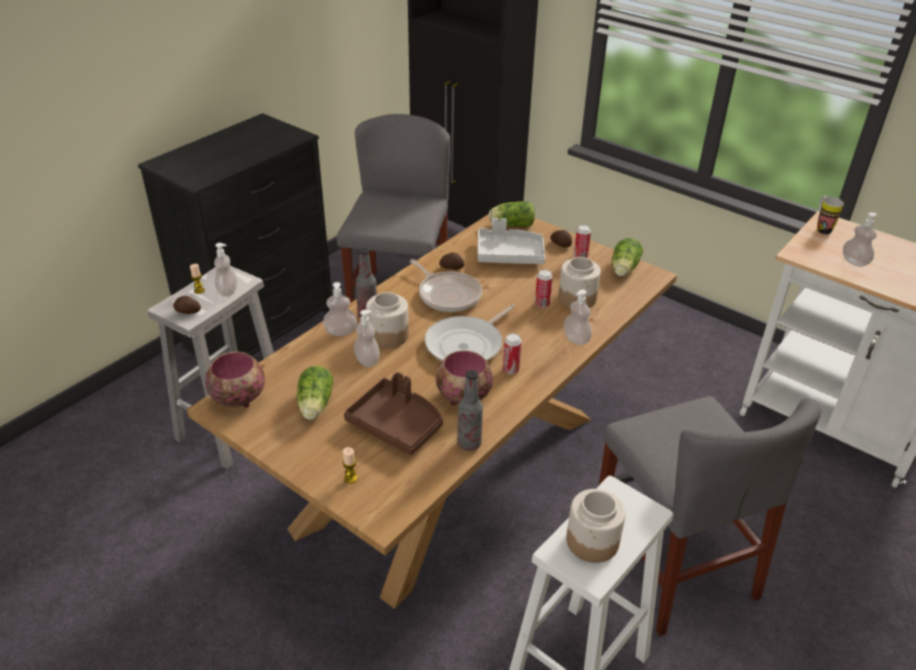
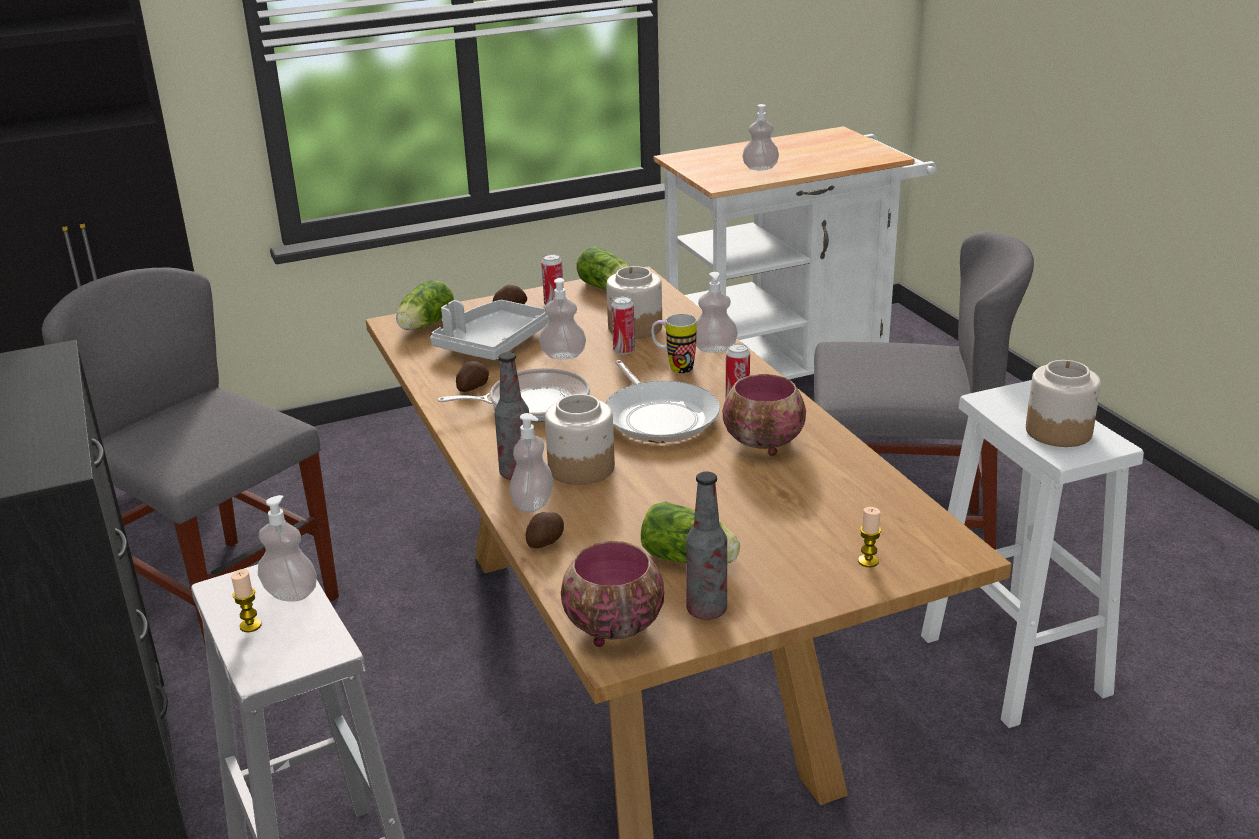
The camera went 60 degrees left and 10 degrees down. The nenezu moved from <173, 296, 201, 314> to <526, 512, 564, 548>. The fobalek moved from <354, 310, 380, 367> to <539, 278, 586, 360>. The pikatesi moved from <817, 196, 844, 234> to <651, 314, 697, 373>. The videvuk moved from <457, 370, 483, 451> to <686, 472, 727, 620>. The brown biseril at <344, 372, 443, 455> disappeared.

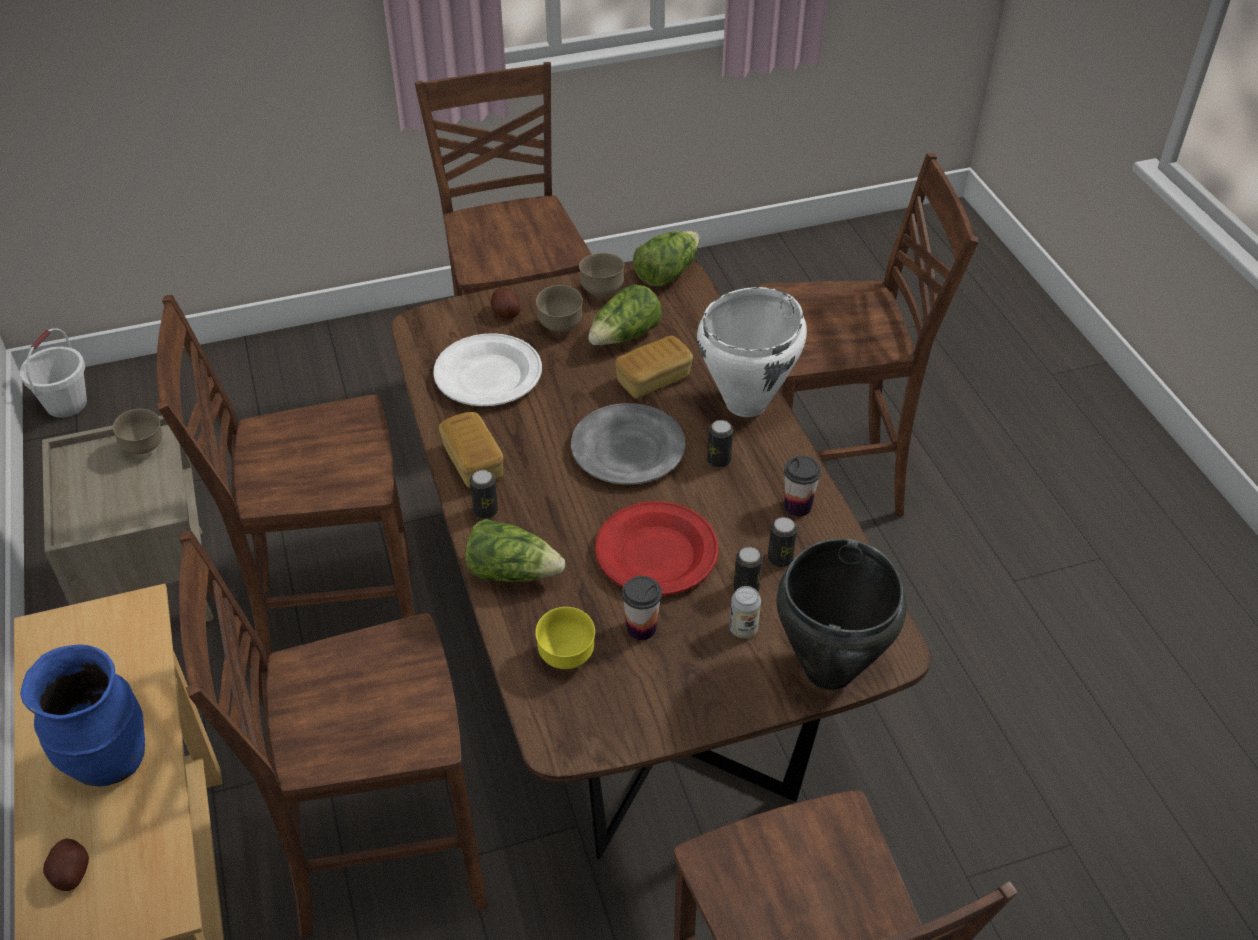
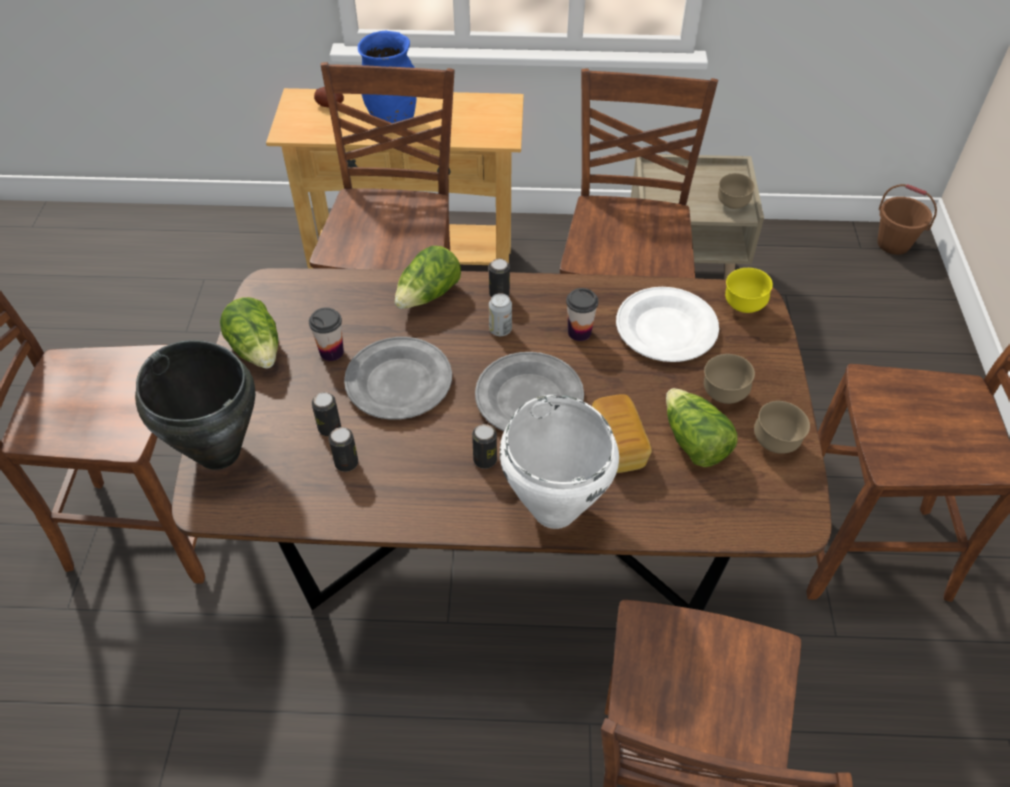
The camera went 110 degrees right and 5 degrees up. The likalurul moved from <633, 231, 699, 287> to <220, 297, 278, 369>. The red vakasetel at <595, 501, 719, 595> became the grey vakasetel at <344, 337, 452, 420>. The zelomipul moved from <729, 586, 761, 638> to <489, 293, 512, 336>. The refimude moved from <784, 455, 821, 517> to <566, 288, 598, 341>. The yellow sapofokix moved from <535, 607, 595, 669> to <725, 268, 773, 313>. The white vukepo at <20, 328, 87, 418> became the brown vukepo at <877, 184, 937, 255>. The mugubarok at <439, 412, 503, 488> disappeared. The nenezu at <491, 287, 521, 318> disappeared.

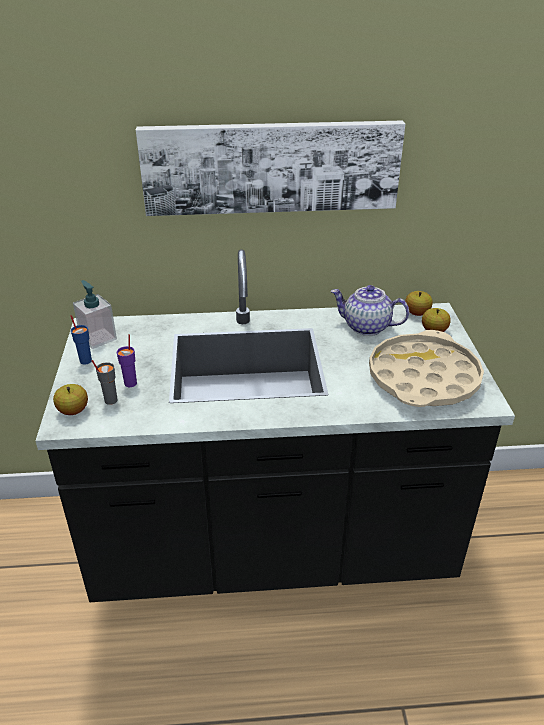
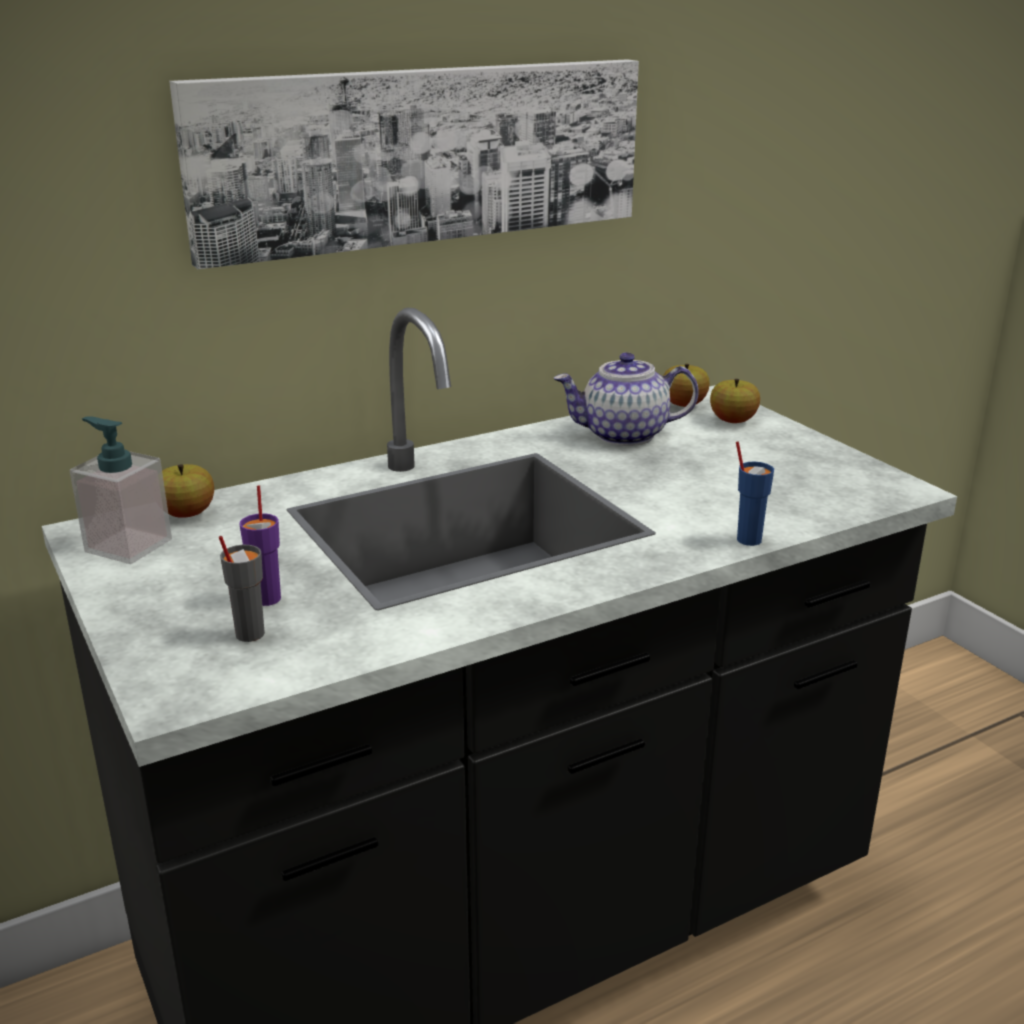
The camera went 25 degrees left and 10 degrees down. The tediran moved from <53, 384, 88, 415> to <162, 464, 214, 518>. The blue refimude moved from <70, 315, 92, 365> to <736, 441, 774, 546>. The beige biseril at <369, 330, 484, 407> disappeared.

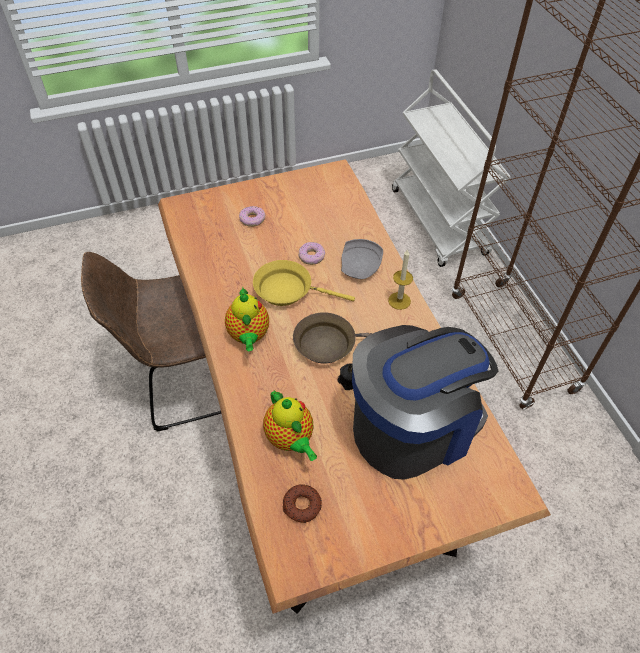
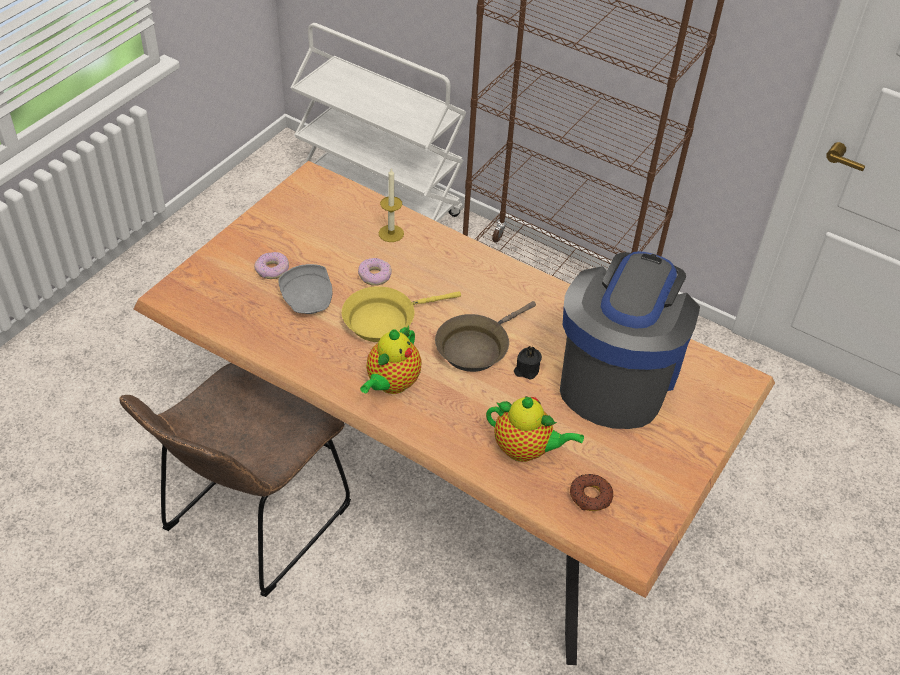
The camera went 40 degrees left and 5 degrees down. The grey vakasetel moved from <341, 239, 383, 279> to <278, 264, 333, 314>. The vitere at <225, 287, 269, 351> turned 75 degrees clockwise. The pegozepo moved from <388, 249, 413, 310> to <379, 168, 404, 242>.

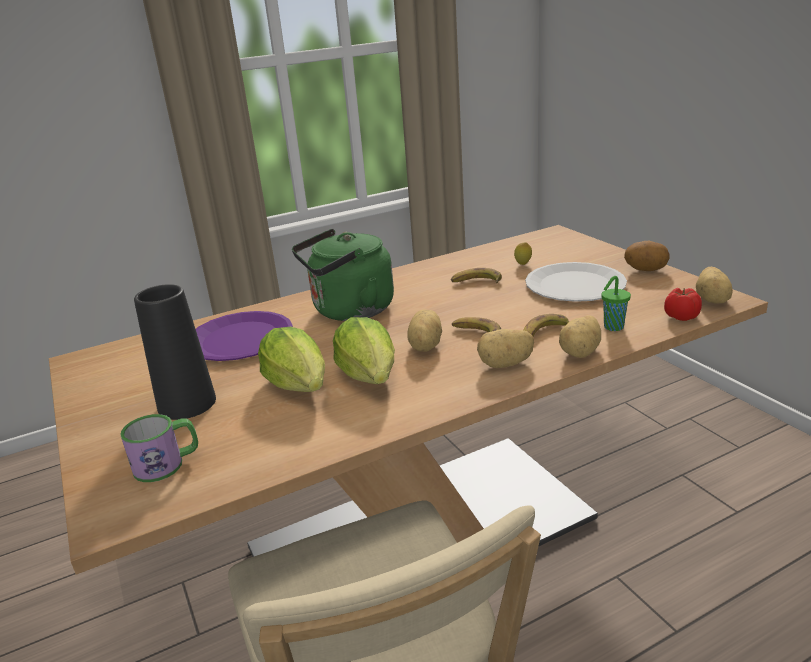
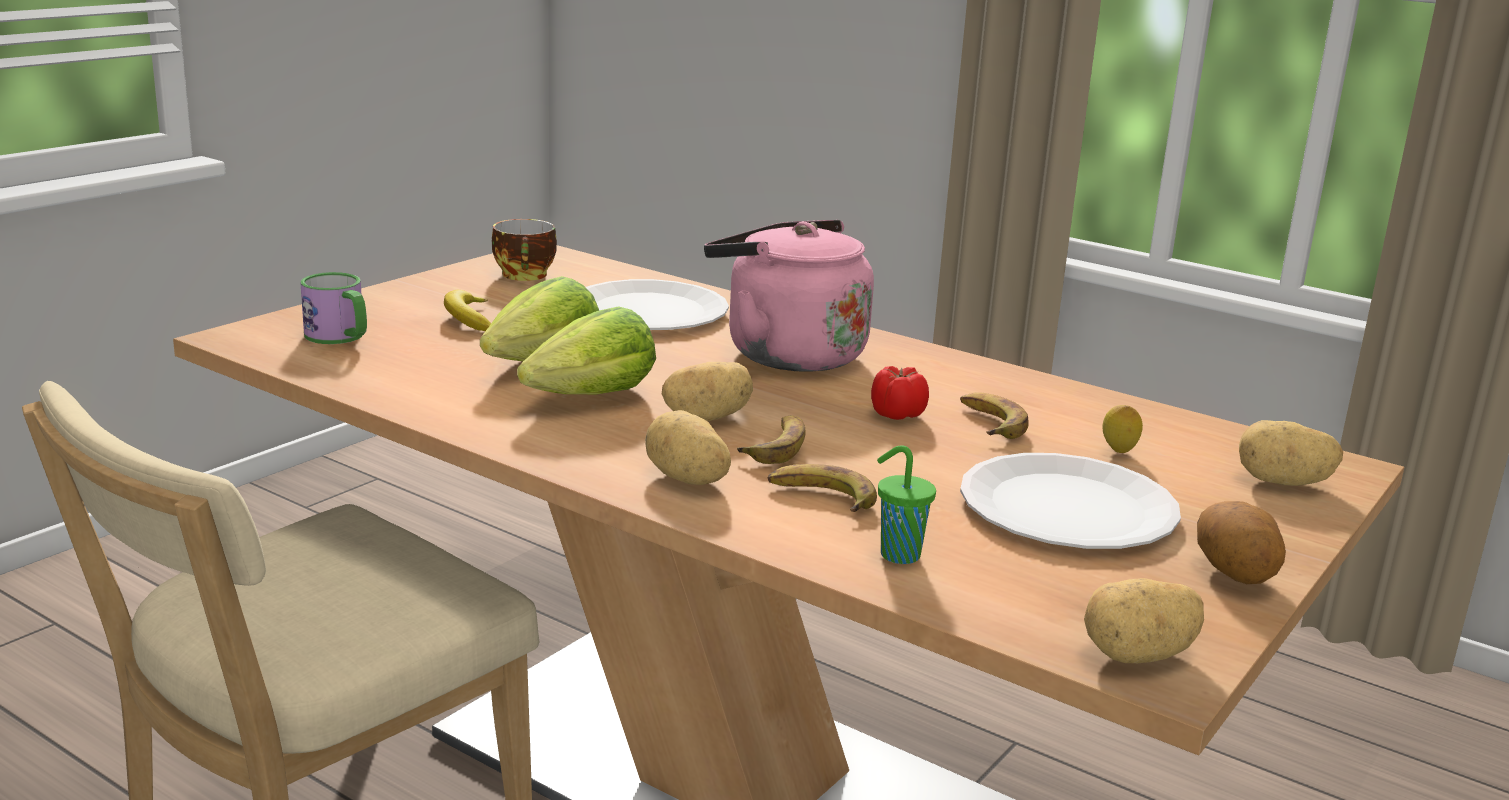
The camera went 60 degrees right and 5 degrees down. The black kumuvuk at <134, 284, 216, 420> was replaced by the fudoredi at <444, 290, 491, 331>. The refimude at <492, 219, 557, 281> appeared. The purple vakasetel at <196, 311, 293, 361> became the white vakasetel at <586, 279, 729, 330>. The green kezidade at <292, 229, 394, 321> became the pink kezidade at <704, 220, 874, 372>. The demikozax moved from <664, 288, 702, 321> to <871, 366, 929, 420>. The nenezu moved from <559, 315, 601, 358> to <1239, 420, 1343, 486>.

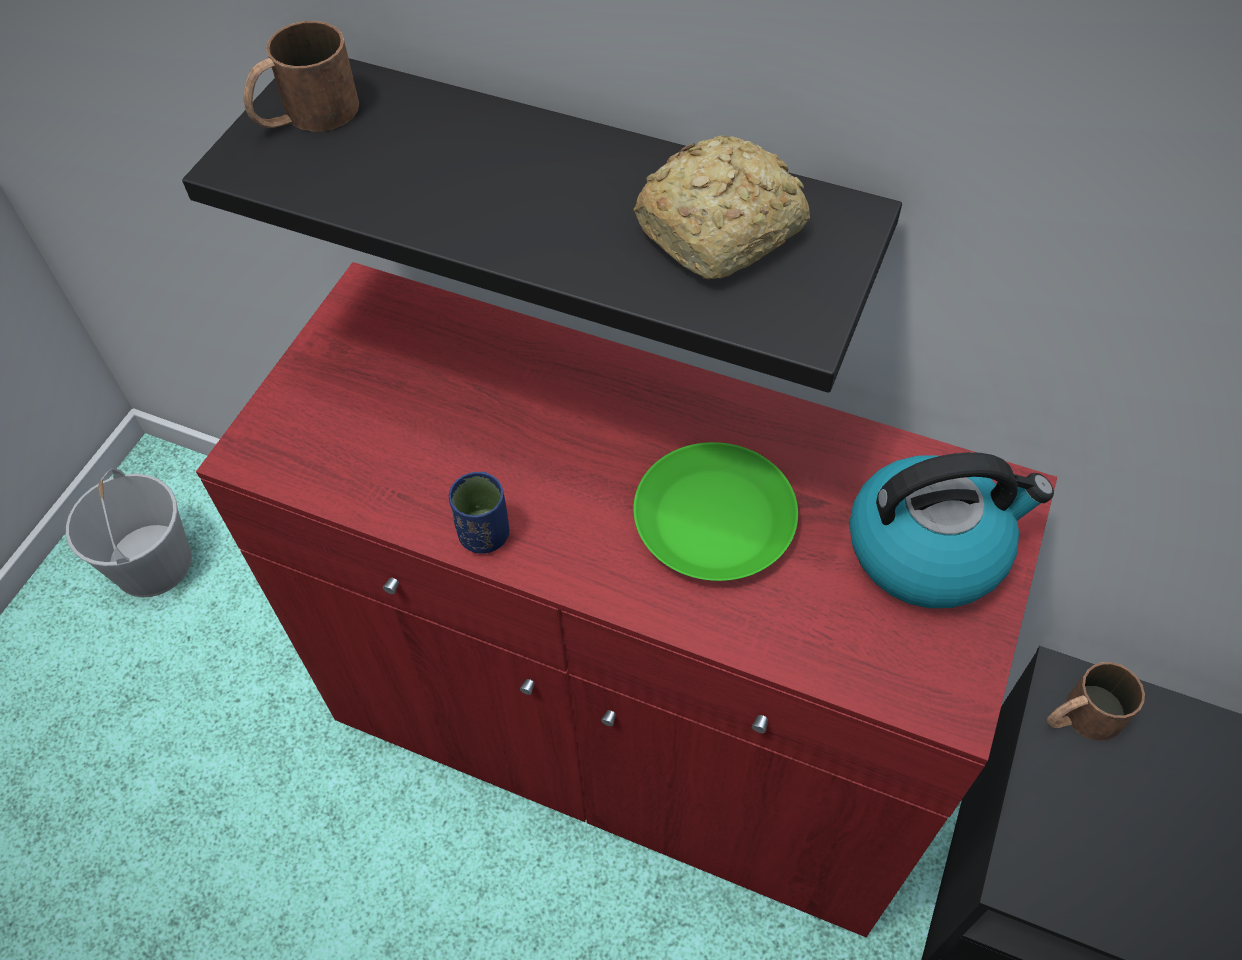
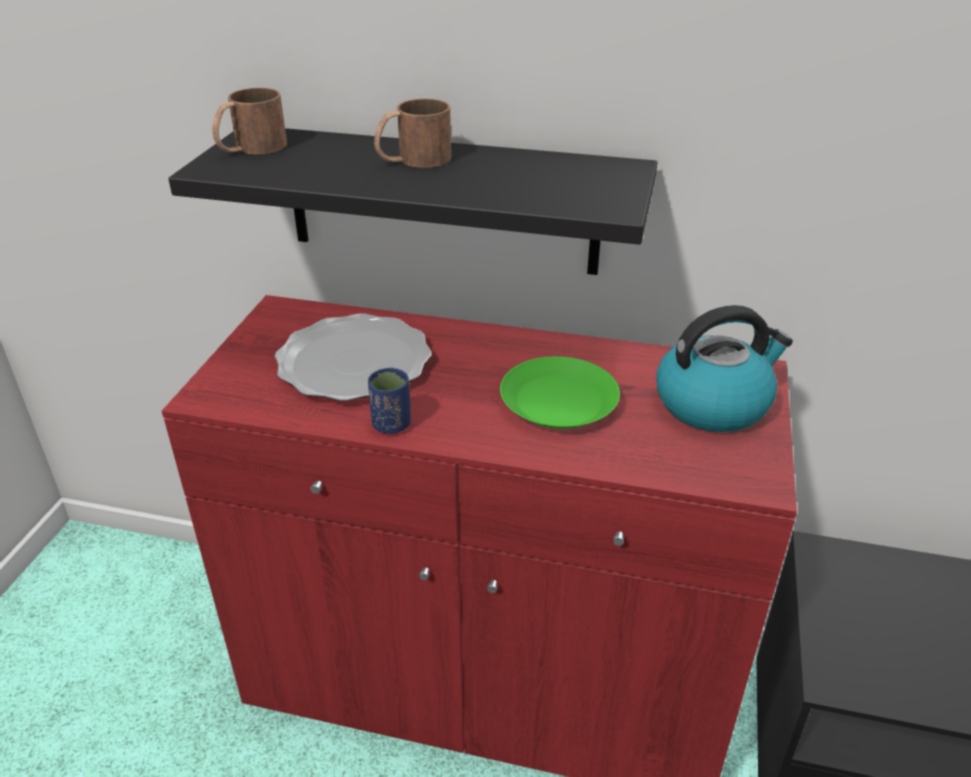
The camera went 10 degrees left and 20 degrees down. The vakasetel at <275, 314, 432, 401> appeared. The brown pikatesi moved from <1047, 662, 1145, 741> to <374, 99, 451, 168>. The white vukepo at <66, 468, 192, 597> disappeared. The mugubarok at <634, 136, 810, 279> disappeared.

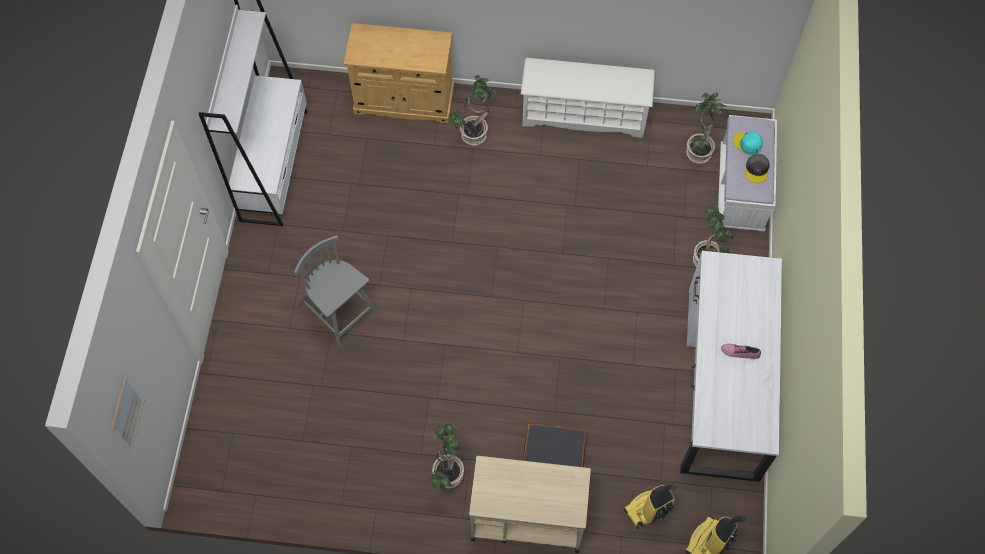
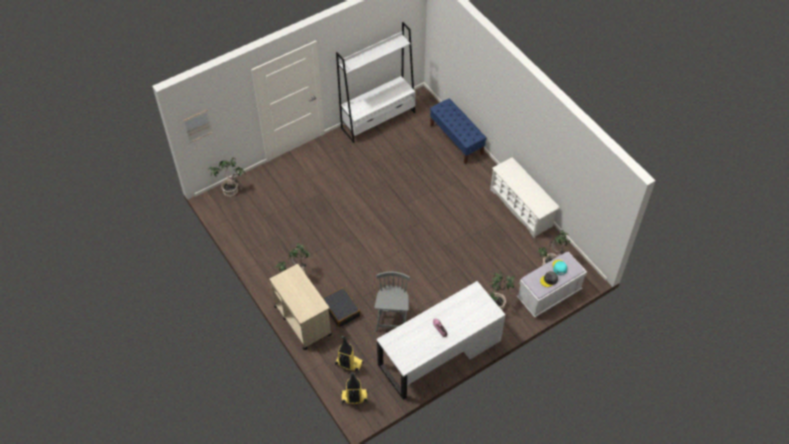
The camera went 50 degrees right and 10 degrees down. The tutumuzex moved from <449, 75, 497, 146> to <208, 158, 246, 197>. The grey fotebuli moved from <294, 236, 377, 346> to <374, 272, 410, 332>. The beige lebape at <343, 23, 454, 123> was replaced by the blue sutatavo at <430, 98, 487, 164>.

